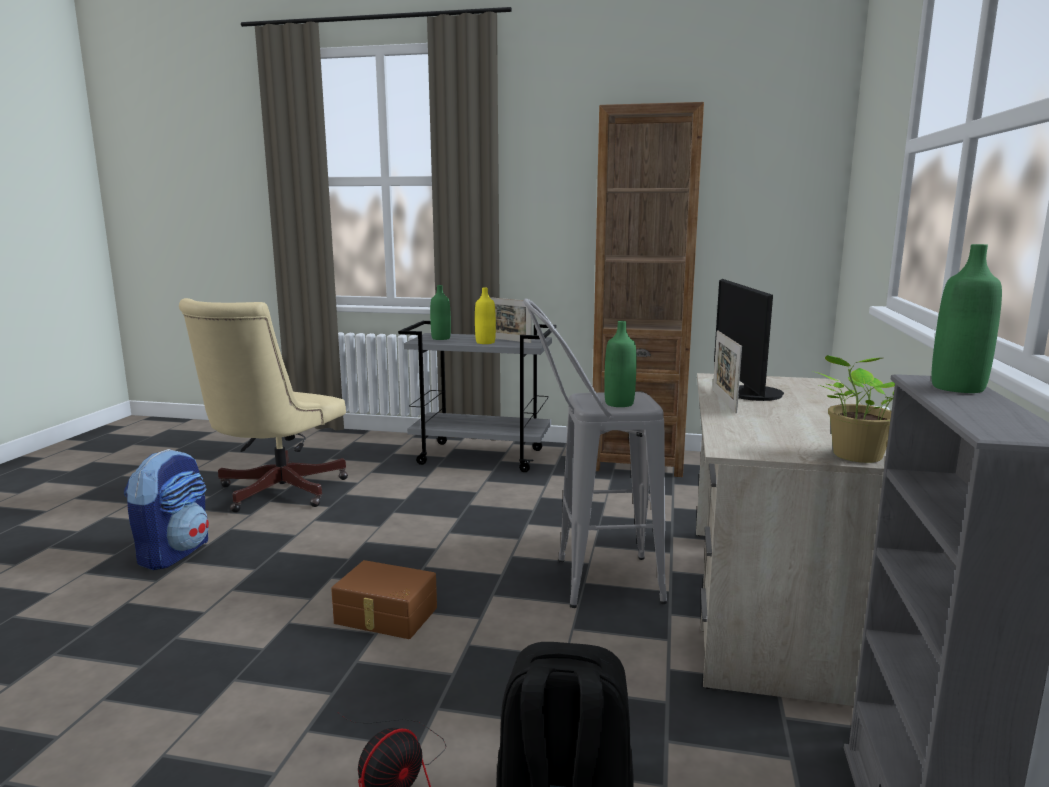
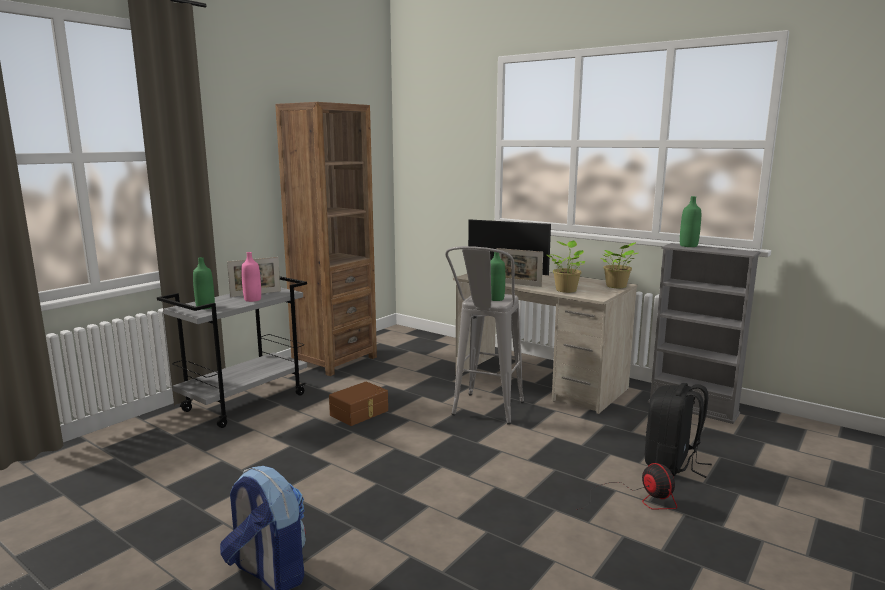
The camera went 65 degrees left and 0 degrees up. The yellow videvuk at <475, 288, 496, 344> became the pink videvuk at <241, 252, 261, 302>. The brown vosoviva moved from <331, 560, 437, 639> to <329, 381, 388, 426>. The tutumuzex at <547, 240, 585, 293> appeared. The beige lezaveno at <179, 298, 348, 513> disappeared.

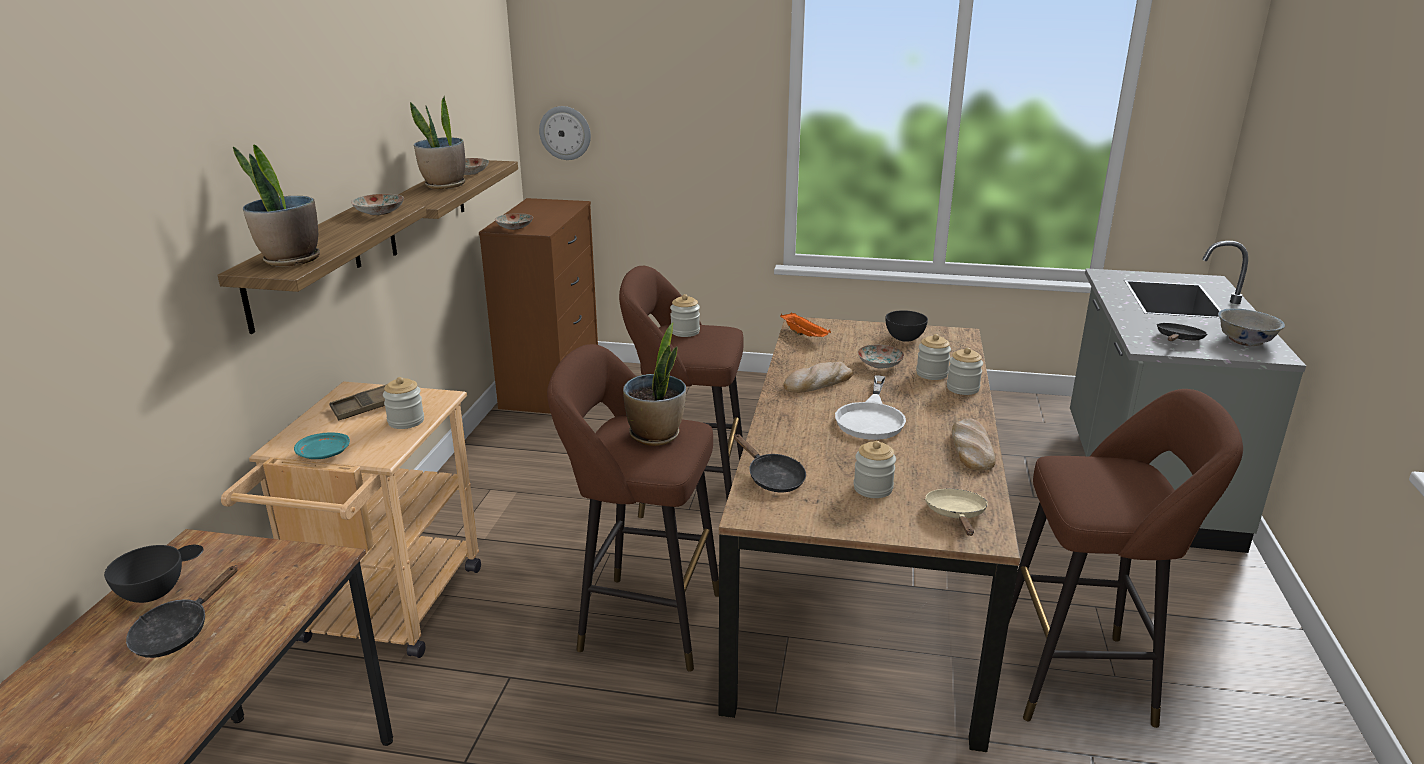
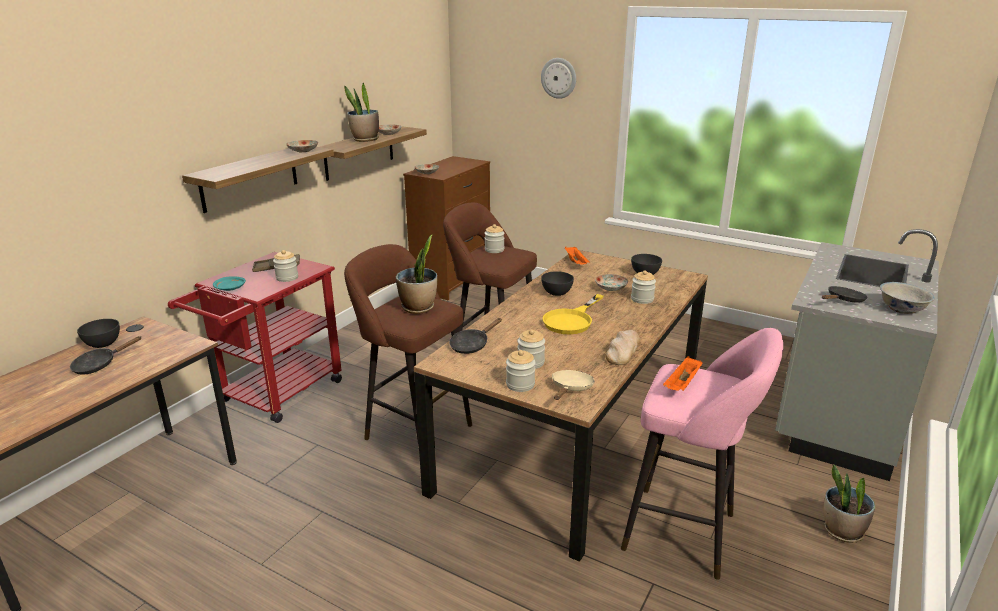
The camera went 20 degrees right and 0 degrees up. The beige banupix at <221, 381, 481, 658> became the red banupix at <168, 252, 342, 423>. The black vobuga at <734, 434, 806, 492> turned 60 degrees clockwise. The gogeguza moved from <947, 348, 983, 395> to <506, 350, 536, 392>. The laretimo moved from <539, 106, 591, 160> to <541, 58, 576, 99>. The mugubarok at <783, 361, 853, 393> was replaced by the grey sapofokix at <541, 271, 574, 296>. The white vobuga at <835, 375, 906, 440> became the yellow vobuga at <542, 294, 603, 335>. The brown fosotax at <1009, 389, 1243, 728> became the pink fosotax at <621, 328, 783, 580>. The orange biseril at <663, 356, 703, 391> appeared. The tutumuzex moved from <233, 144, 320, 267> to <824, 464, 875, 543>.

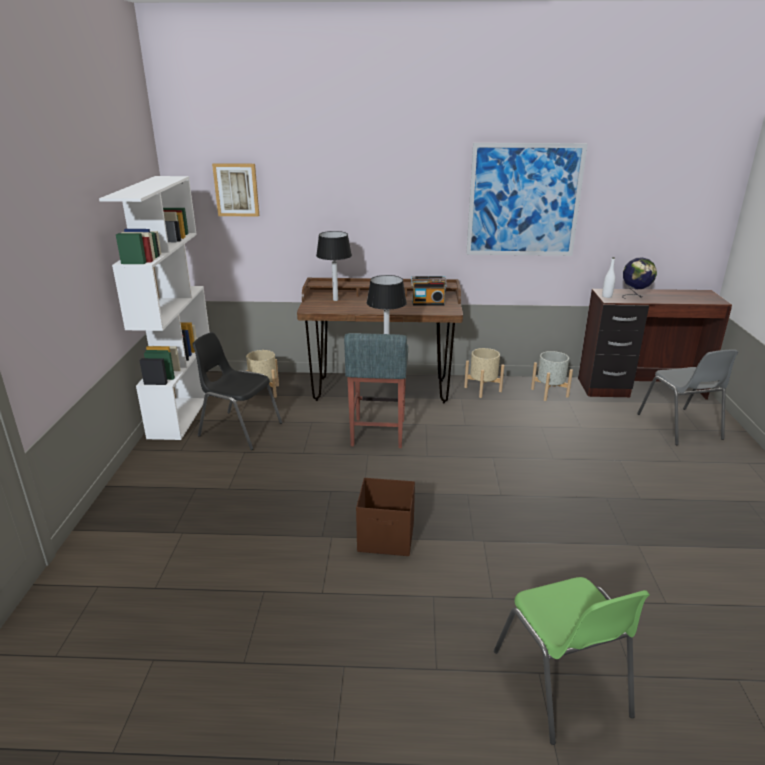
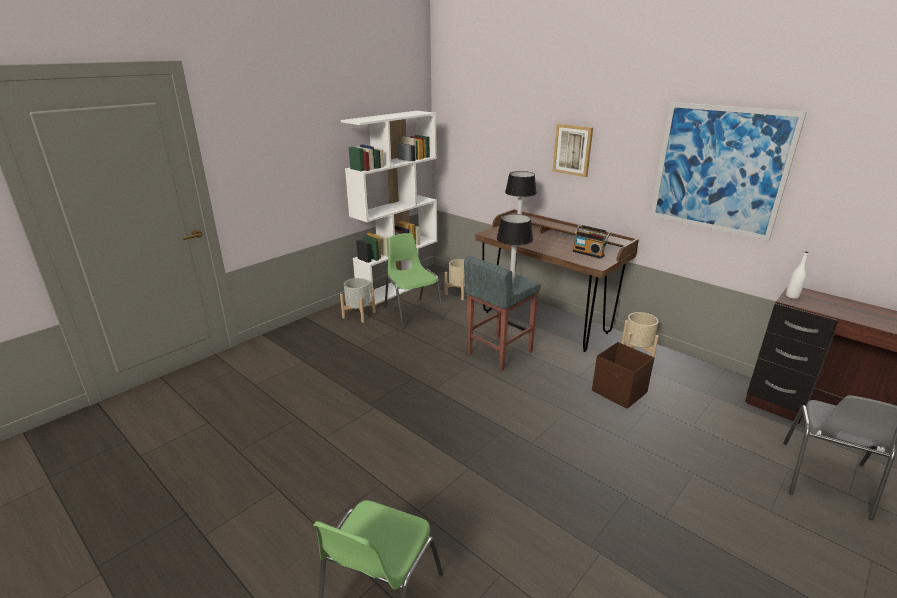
The camera went 40 degrees right and 0 degrees up. The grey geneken moved from <531, 351, 573, 401> to <340, 278, 375, 323>. The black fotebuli at <192, 332, 282, 450> became the green fotebuli at <384, 233, 444, 329>. The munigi moved from <212, 163, 259, 217> to <552, 124, 593, 177>. The brown vosoviva moved from <356, 478, 415, 556> to <592, 342, 654, 409>. The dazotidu at <622, 257, 657, 299> disappeared.

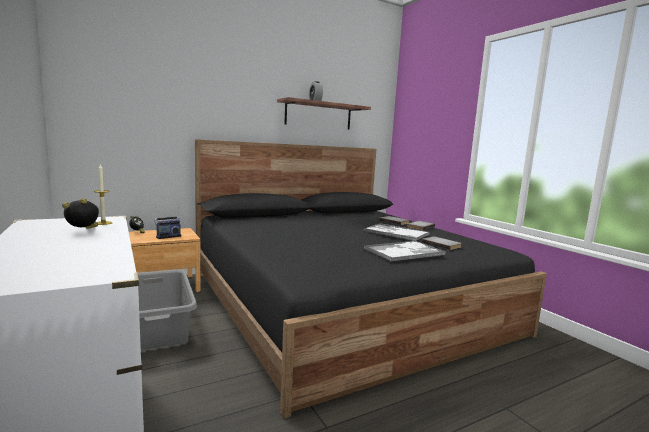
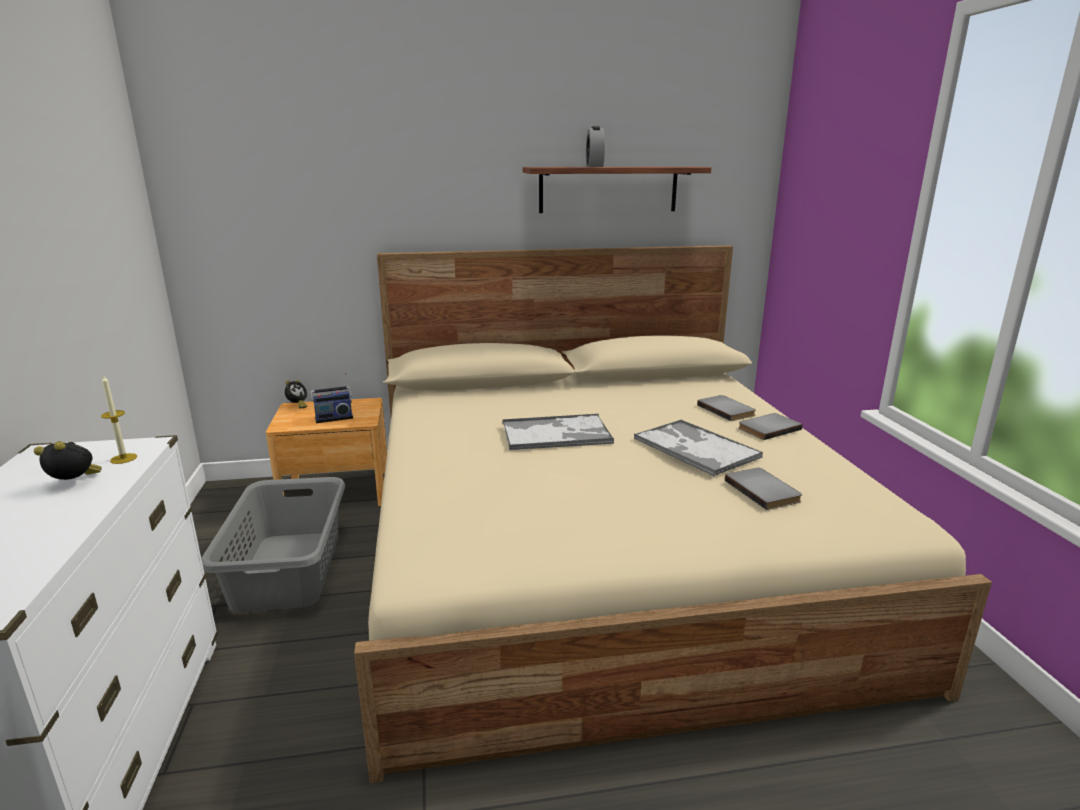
The camera went 20 degrees right and 10 degrees up. The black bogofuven at <195, 139, 547, 419> became the beige bogofuven at <354, 245, 992, 783>. The biseril moved from <364, 241, 445, 262> to <502, 414, 614, 450>.

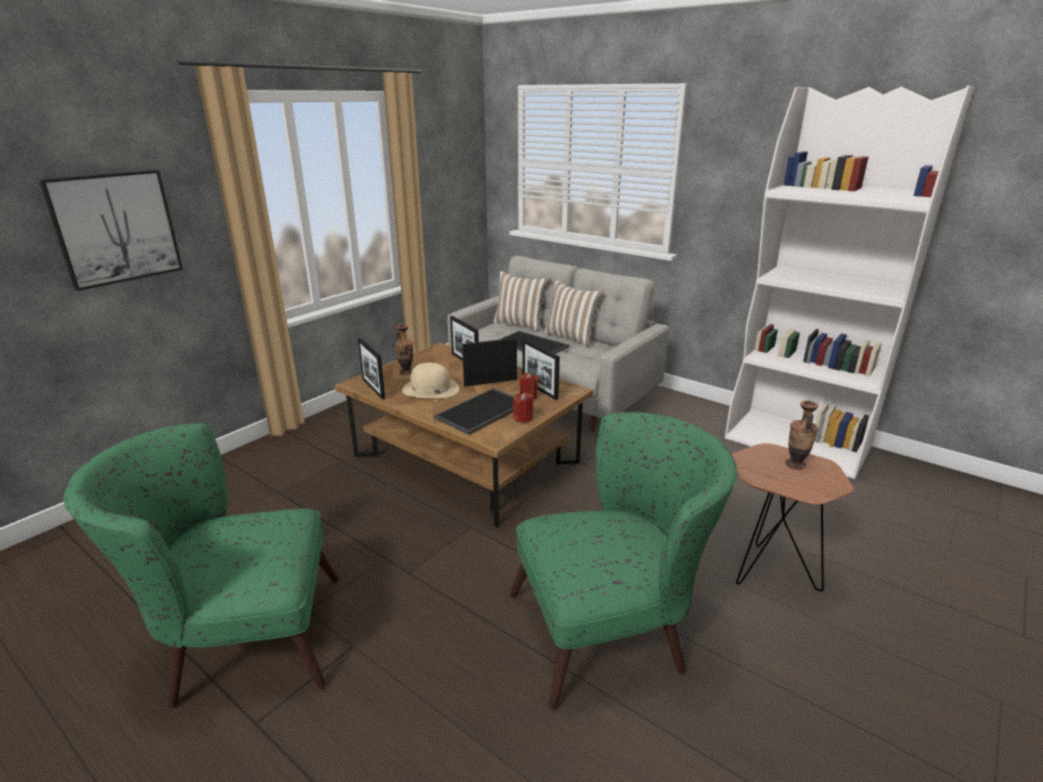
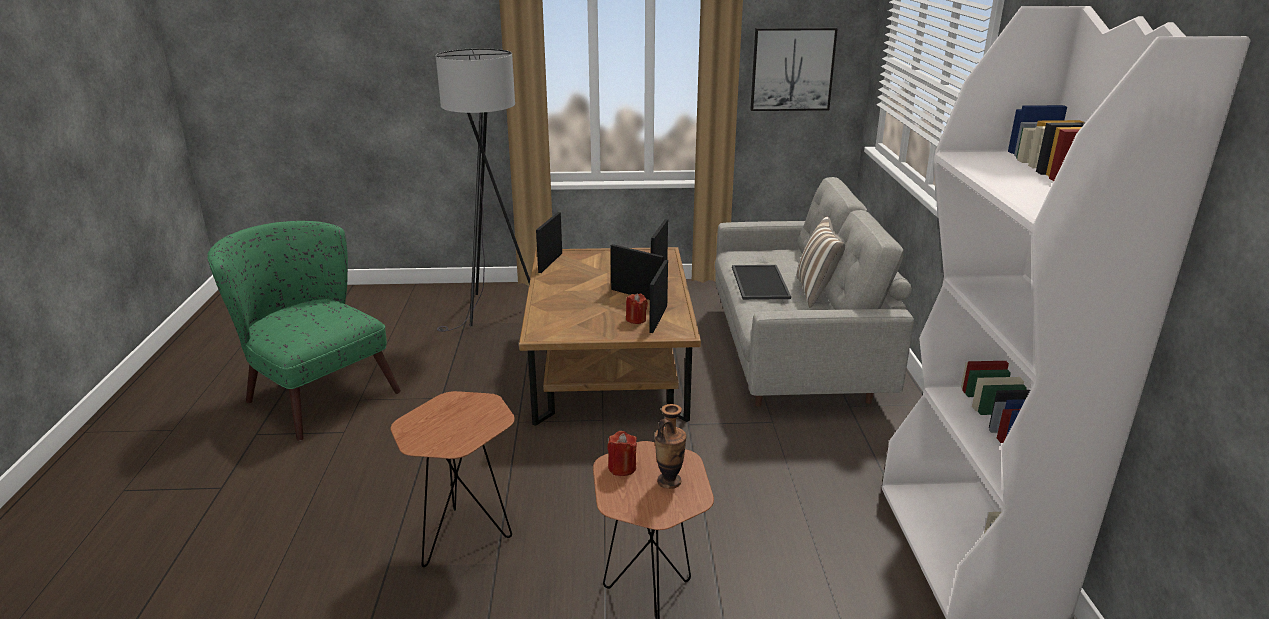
The camera went 50 degrees right and 0 degrees up. The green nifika at <509, 412, 738, 710> was replaced by the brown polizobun at <391, 391, 515, 567>. The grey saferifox at <436, 48, 530, 332> appeared. The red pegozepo moved from <513, 393, 534, 423> to <607, 431, 637, 476>. The munigi moved from <39, 170, 183, 291> to <750, 28, 838, 111>. The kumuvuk at <395, 325, 413, 375> disappeared. The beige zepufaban at <402, 363, 459, 398> disappeared. The biseril at <434, 388, 515, 435> disappeared. The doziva at <493, 271, 550, 332> disappeared.

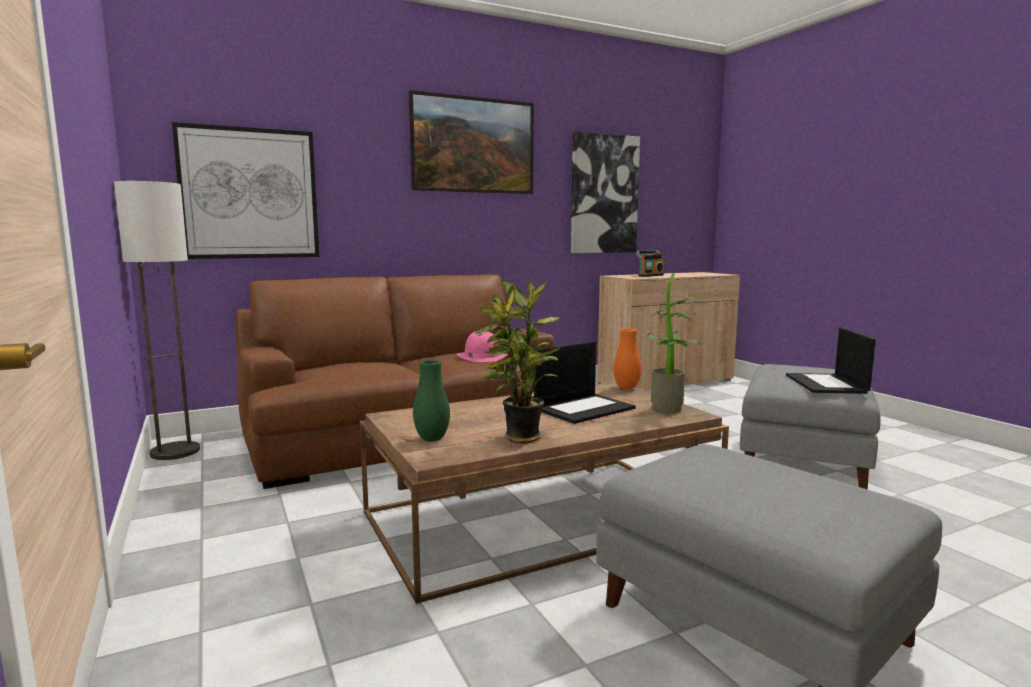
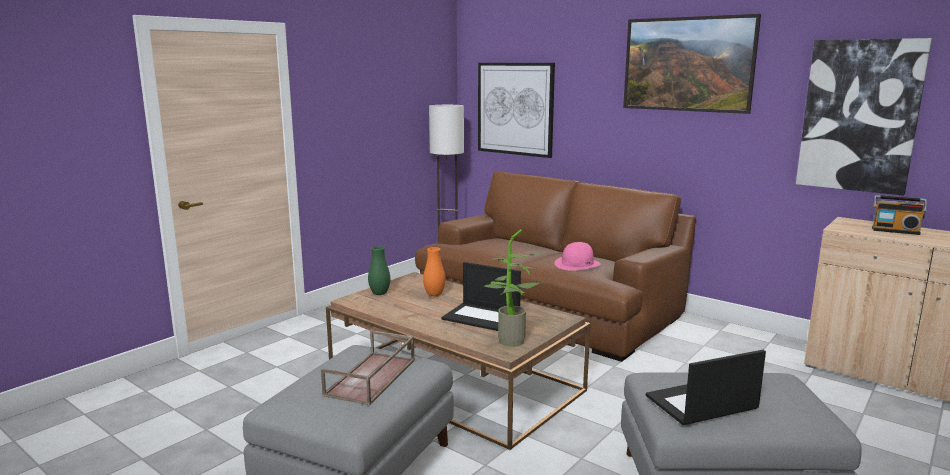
The camera went 65 degrees right and 5 degrees up. The brown biseril at <321, 330, 415, 406> appeared. The orange kumuvuk moved from <613, 328, 641, 390> to <423, 247, 446, 296>. The tutumuzex at <474, 280, 560, 444> disappeared.

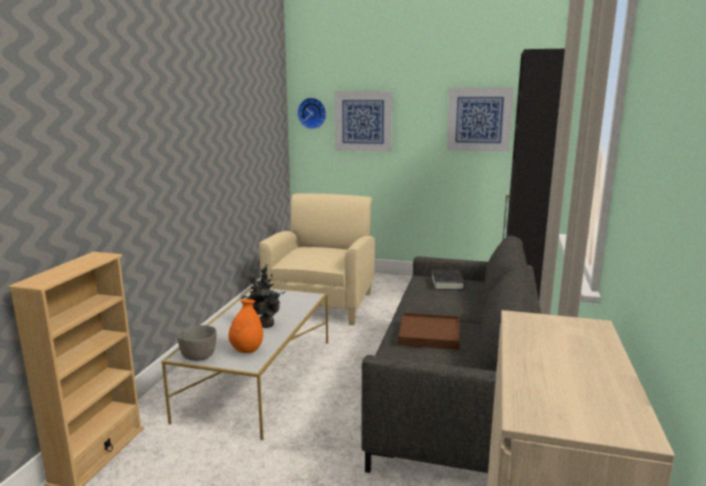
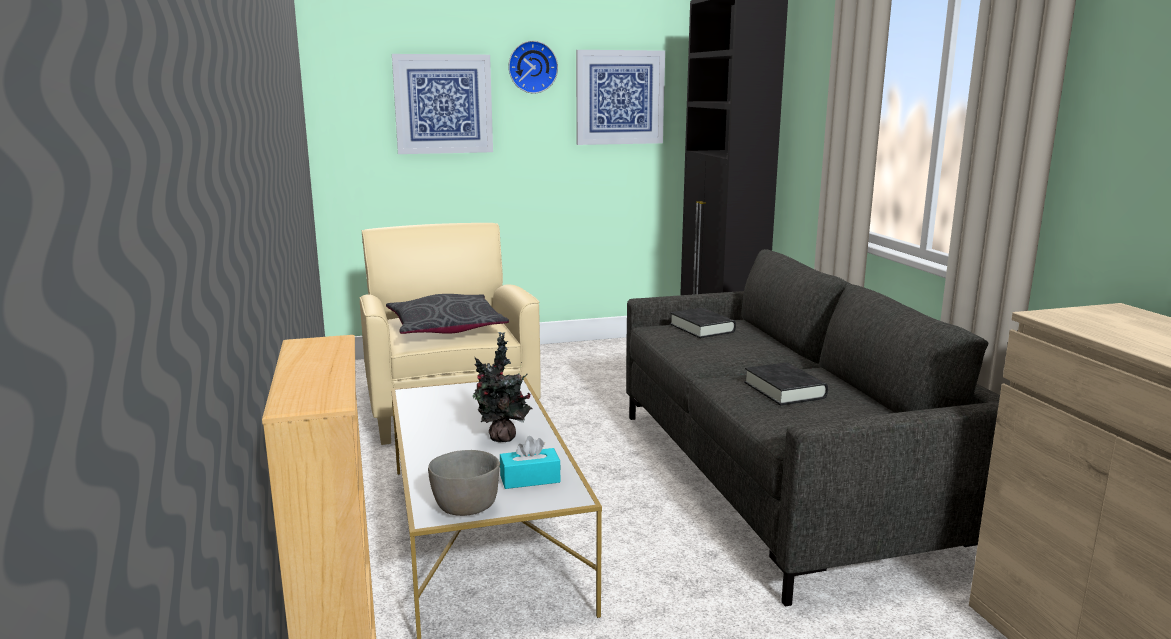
The camera went 30 degrees left and 0 degrees up. The grey doziva at <386, 294, 509, 334> appeared. The orange kumuvuk at <228, 299, 263, 353> was replaced by the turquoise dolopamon at <500, 436, 561, 489>. The laretimo moved from <297, 98, 326, 129> to <508, 41, 558, 94>. The brown biseril at <398, 313, 460, 350> was replaced by the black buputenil at <744, 362, 828, 405>.

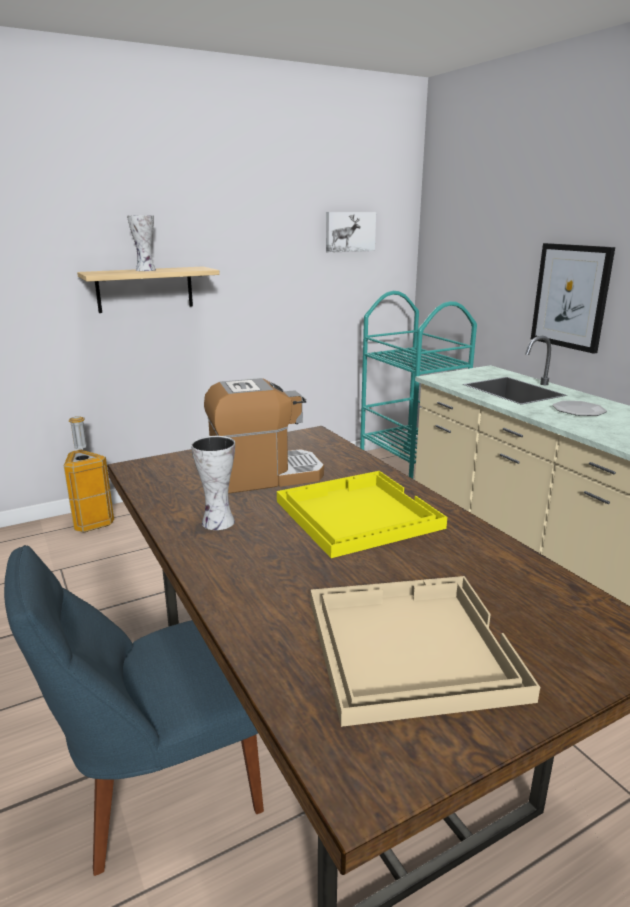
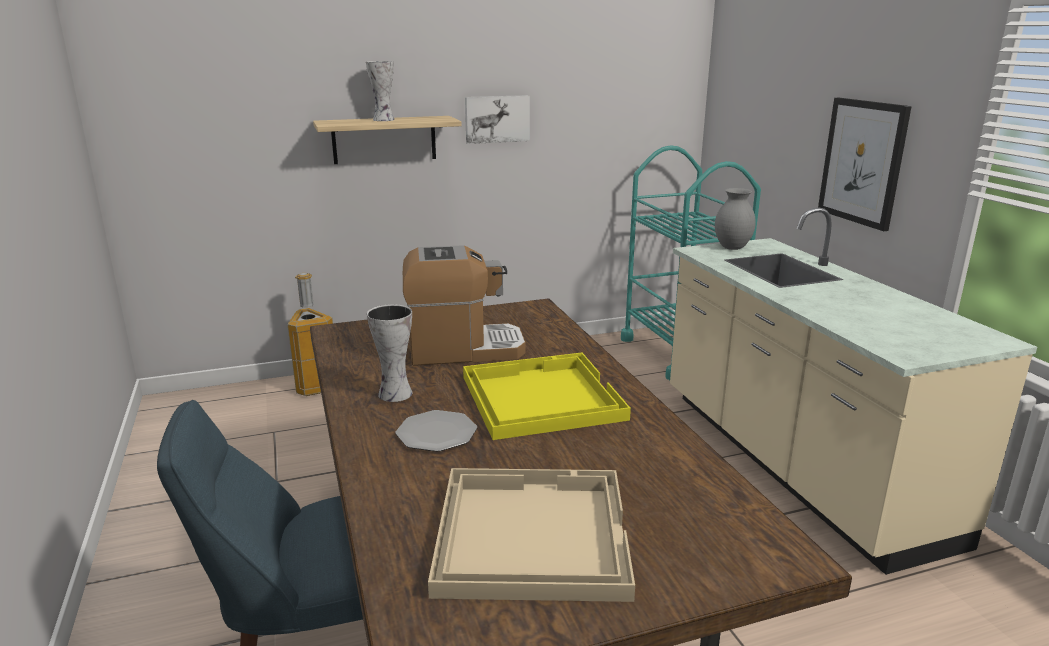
The camera went 10 degrees right and 0 degrees up. The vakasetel moved from <553, 401, 607, 416> to <395, 410, 477, 452>. The munigi moved from <326, 212, 376, 253> to <465, 95, 530, 144>. The grey kumuvuk at <715, 188, 756, 250> appeared.

